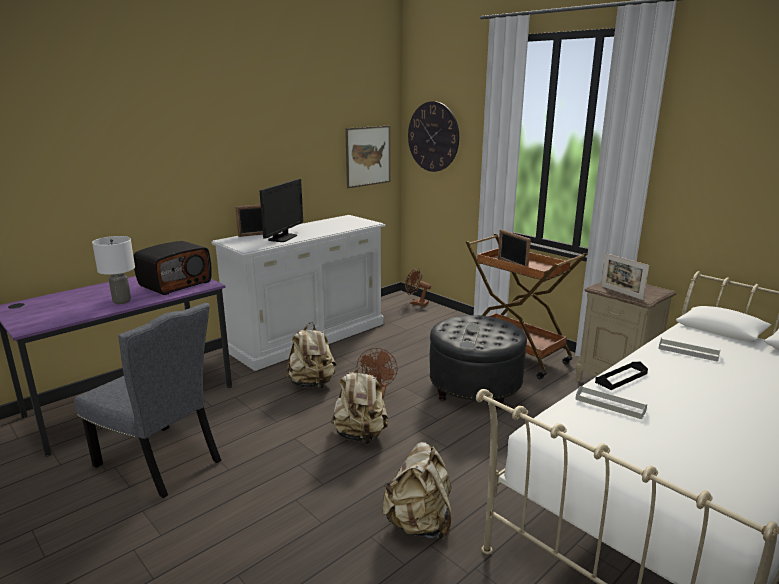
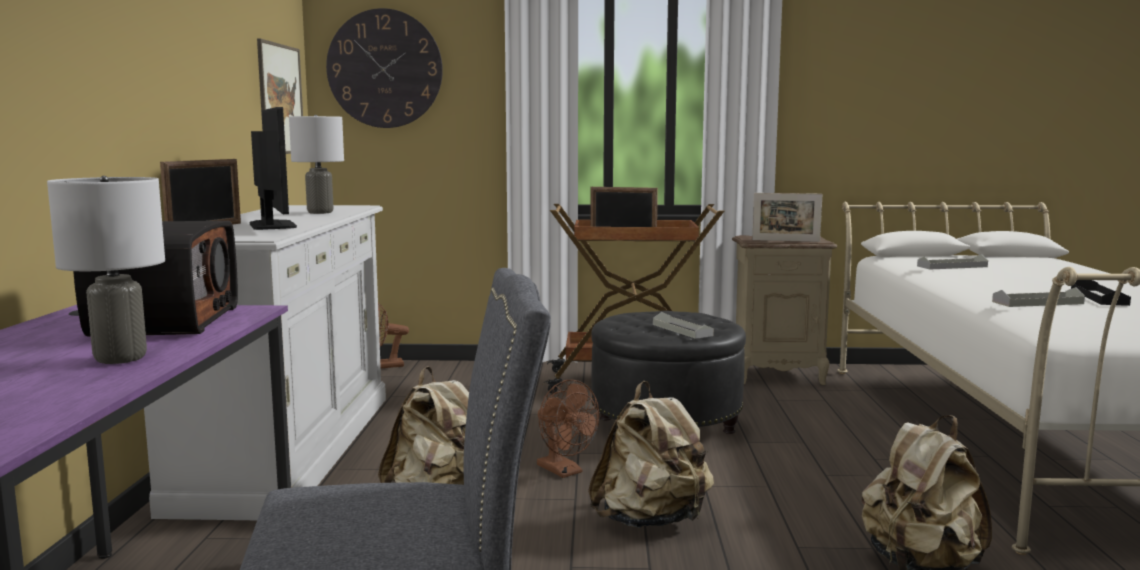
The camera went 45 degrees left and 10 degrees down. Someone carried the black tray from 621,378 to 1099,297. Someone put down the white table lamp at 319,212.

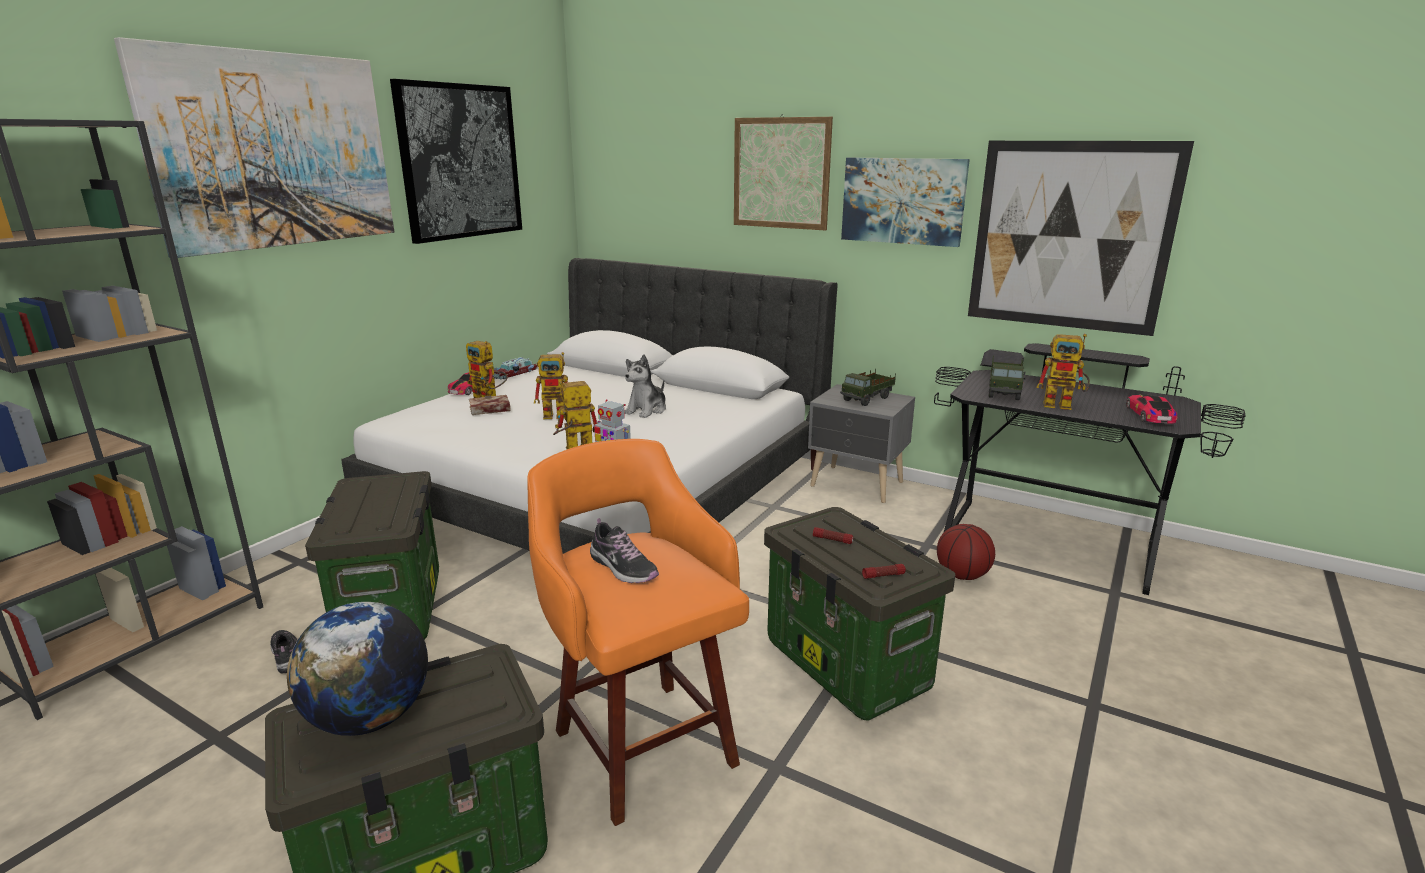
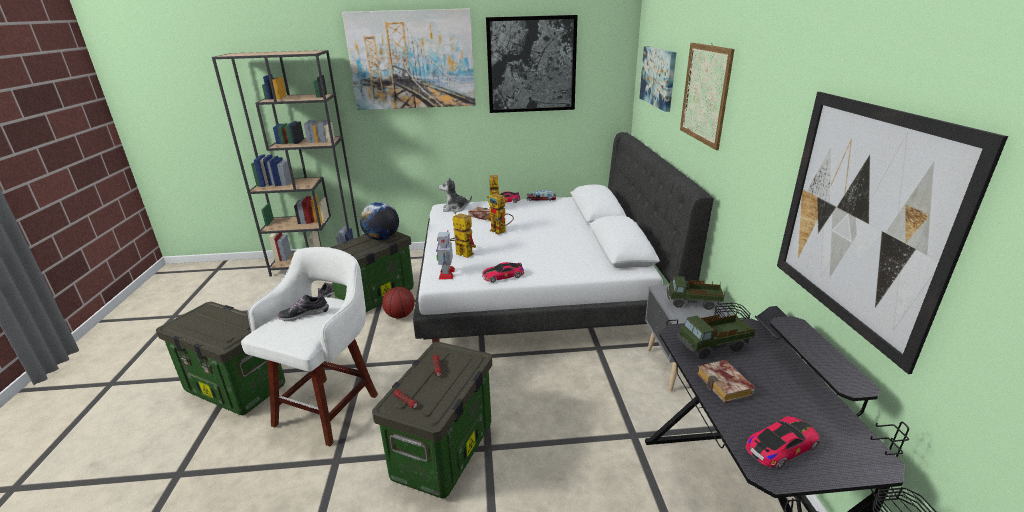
The camera went 55 degrees right and 5 degrees up. Someone carried the globe from 370,718 to 382,238. Someone repainted the orange stool at 642,742, which became the white stool at 330,407. Someone rotated the shoe at 623,568 by 60 degrees clockwise. Someone carried the plush toy from 647,410 to 455,209. Someone carried the picture from 903,201 to 658,77. Someone carried the basketball from 963,575 to 400,315. Someone swapped the toy robot at 1064,405 for the book at 726,386. Someone put down the toy car at 503,276.

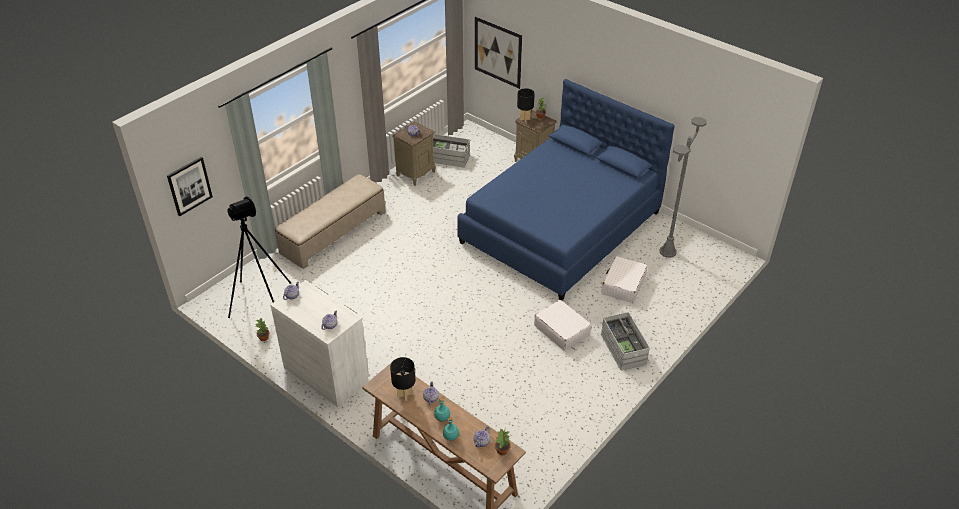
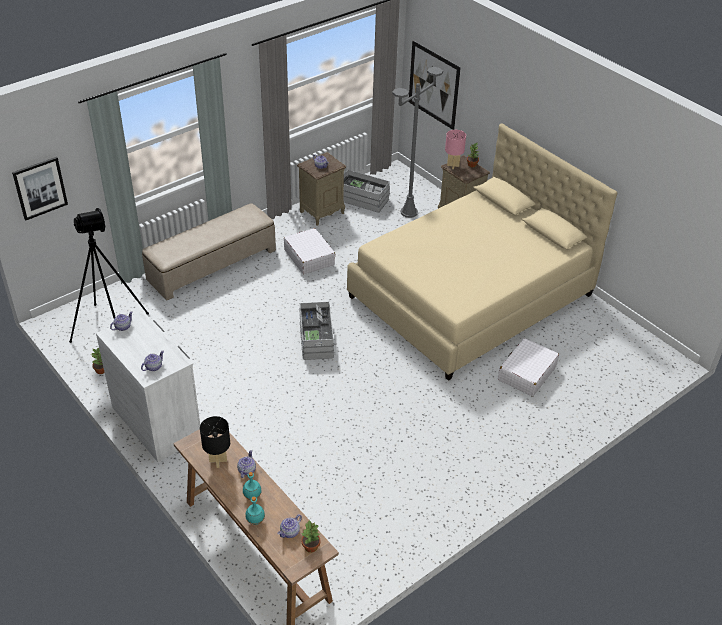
The camera went 10 degrees right and 0 degrees up. Someone repainted the blue bed at 561,227, which became the beige bed at 471,296. Someone repainted the black table lamp at 524,119, which became the pink table lamp at 453,165. Someone carried the white suitcase from 561,330 to 309,257. Someone carried the grey storage box from 622,348 to 315,339. Someone carried the grey floor lamp from 667,252 to 408,212.

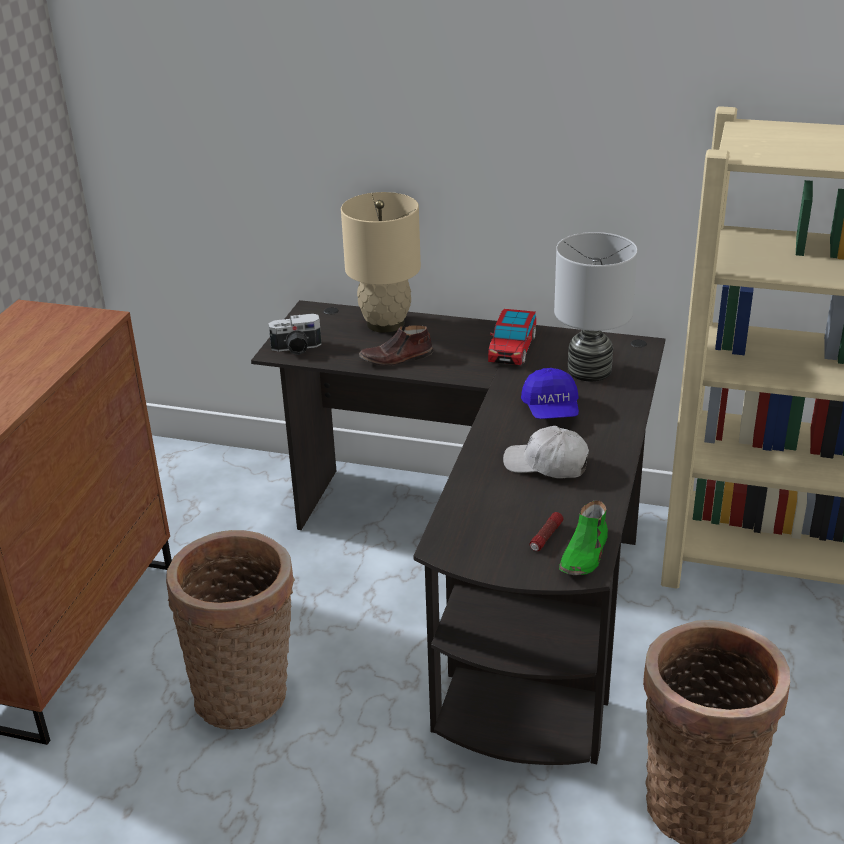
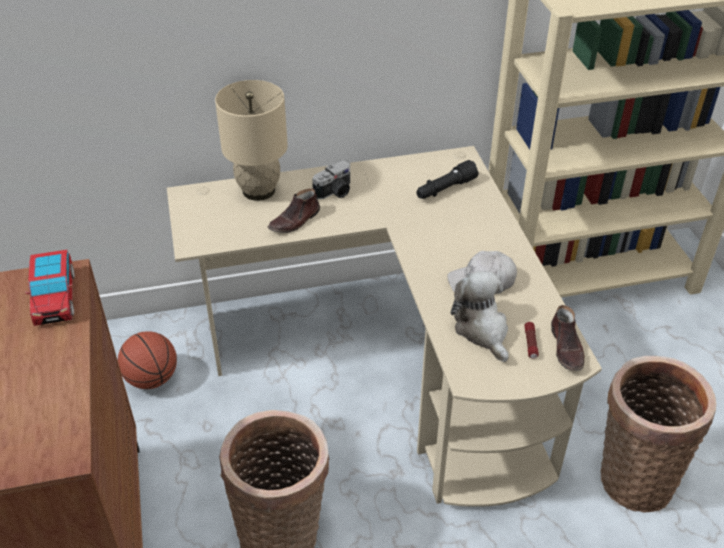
The camera went 30 degrees left and 10 degrees up. Someone repainted the black desk at 491,577, which became the beige desk at 392,362. Someone carried the photo camera from 296,348 to 335,192. Someone carried the toy car from 512,348 to 55,297. Someone took away the blue cap at 551,410. Someone swapped the grey table lamp at 589,370 for the black flashlight at 445,189. Someone repainted the green shoe at 585,554, which became the brown shoe at 567,348. Someone put down the basketball at 151,379. Someone put down the plush toy at 482,330.

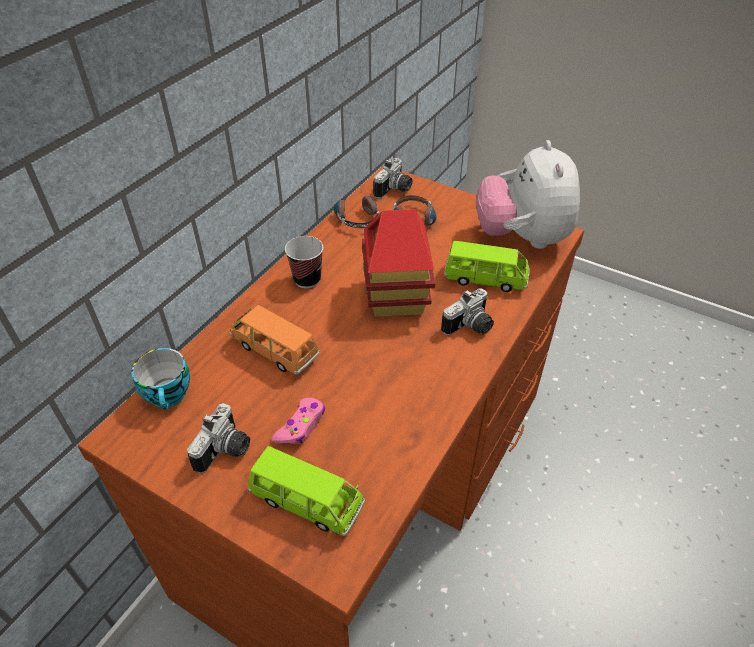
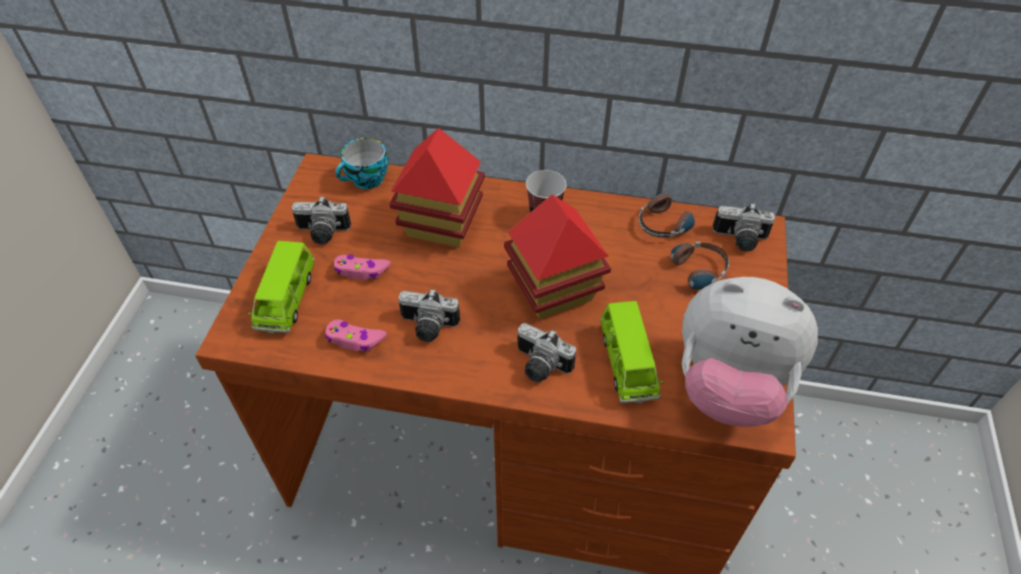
The camera went 70 degrees right and 5 degrees up. Someone swapped the orange toy car at 275,350 for the toy house at 441,225. Someone rotated the plush toy at 522,238 by 135 degrees counterclockwise. Someone put down the pink game controller at 355,340. Someone put down the photo camera at 427,327.

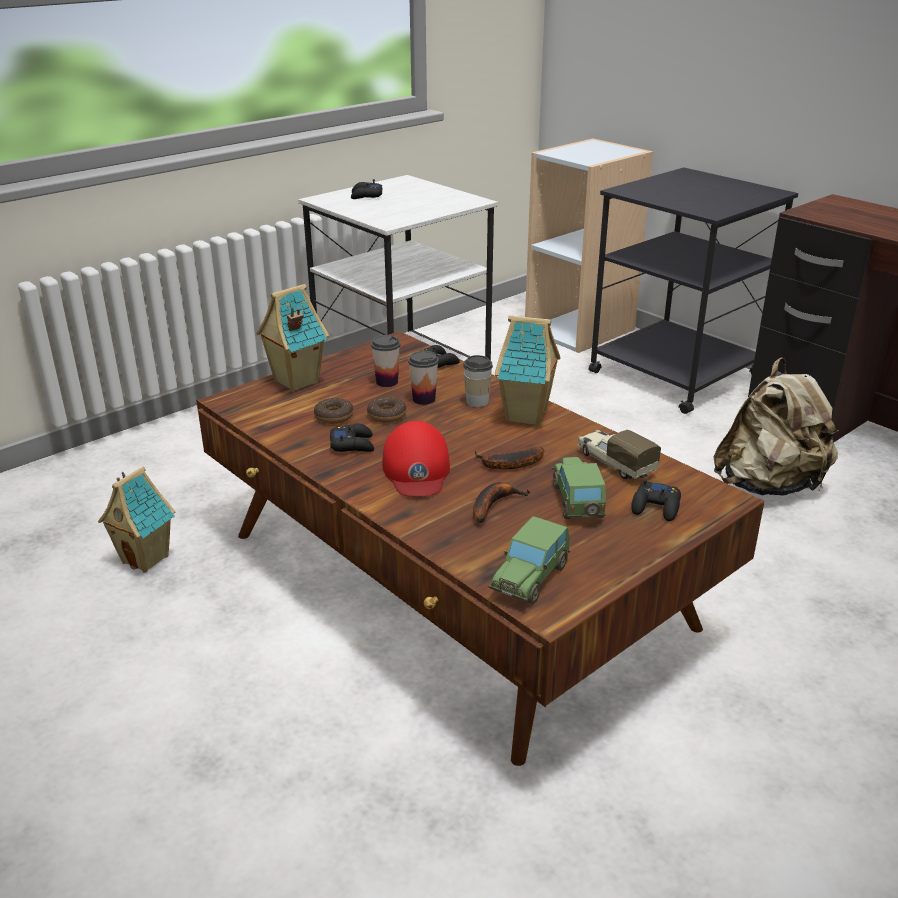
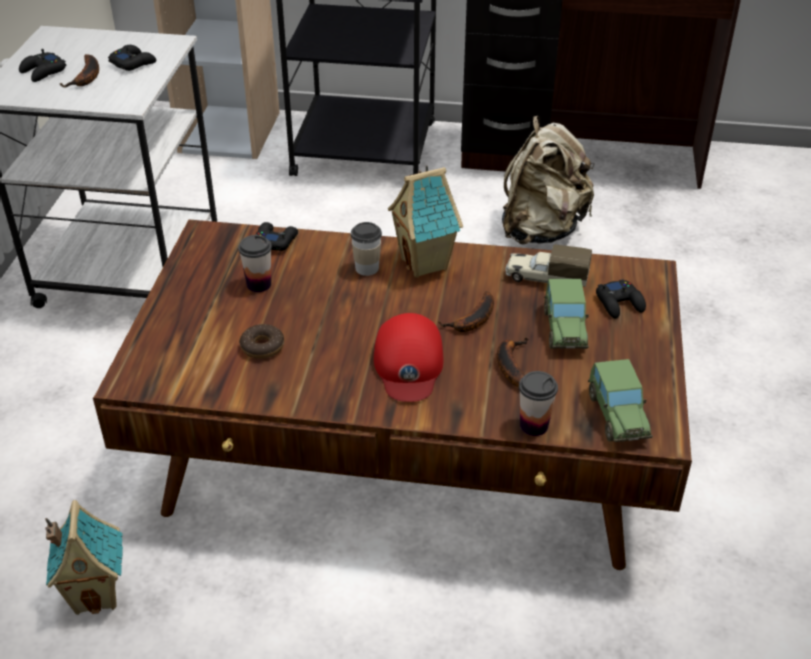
The camera went 40 degrees left and 10 degrees up. Someone took away the toy house at 295,382. Someone carried the black game controller from 352,444 to 133,63. Someone took away the donut at 387,415. Someone rotated the red cap at 416,469 by 45 degrees clockwise. Someone carried the cup from 424,399 to 534,425. Someone rotated the toy car at 577,502 by 135 degrees counterclockwise. Someone put down the banana at 87,77.

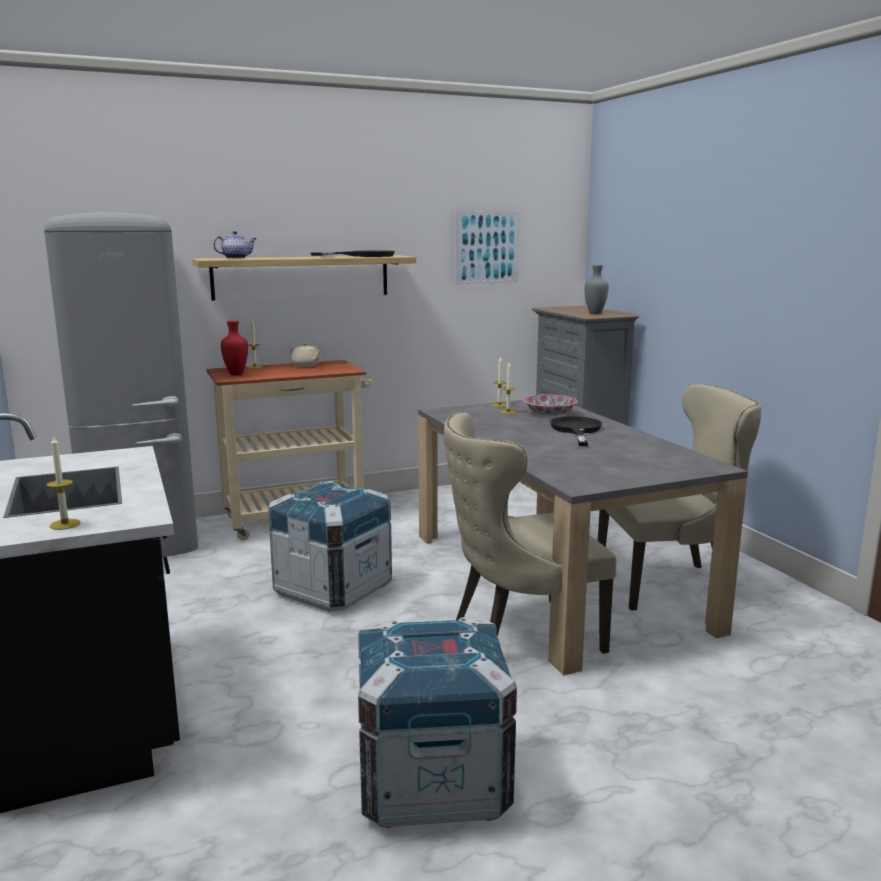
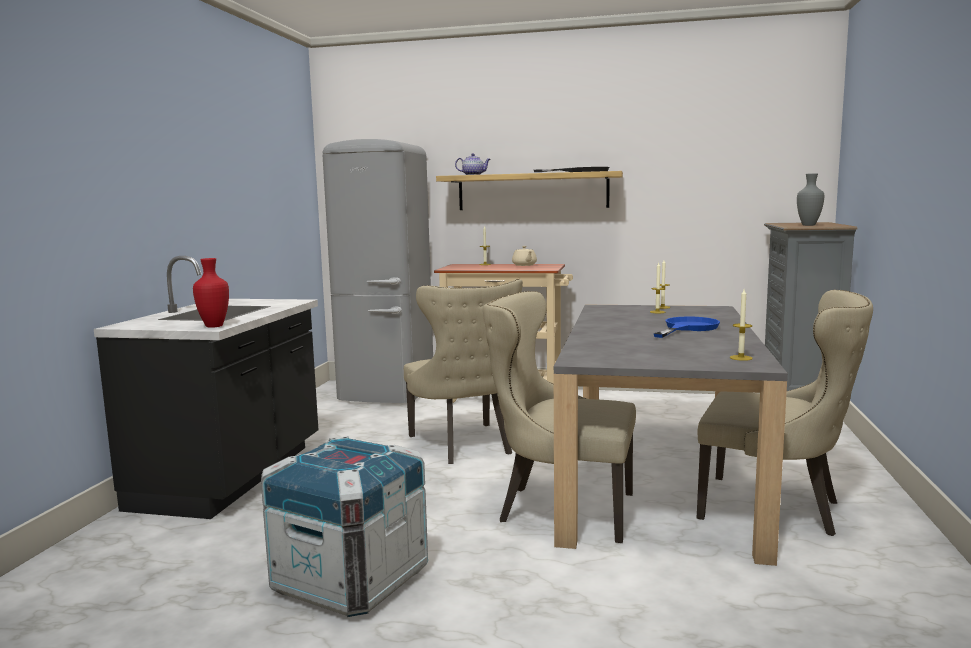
The camera went 35 degrees right and 5 degrees down. Someone carried the candle from 65,524 to 741,358. Someone carried the red vase from 235,374 to 214,326. Someone swapped the crate at 333,589 for the beige chair at 465,445. Someone took away the picture at 487,247. Someone took away the bowl at 550,414. Someone repainted the black frying pan at 576,430, which became the blue frying pan at 687,328.

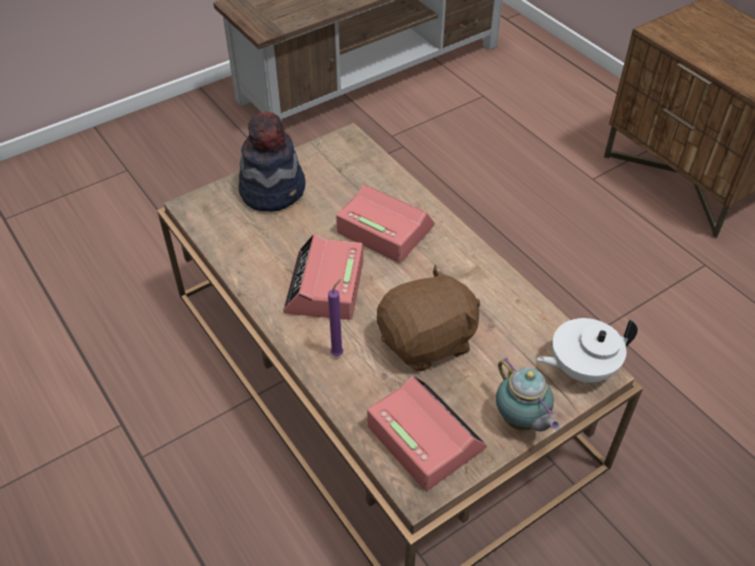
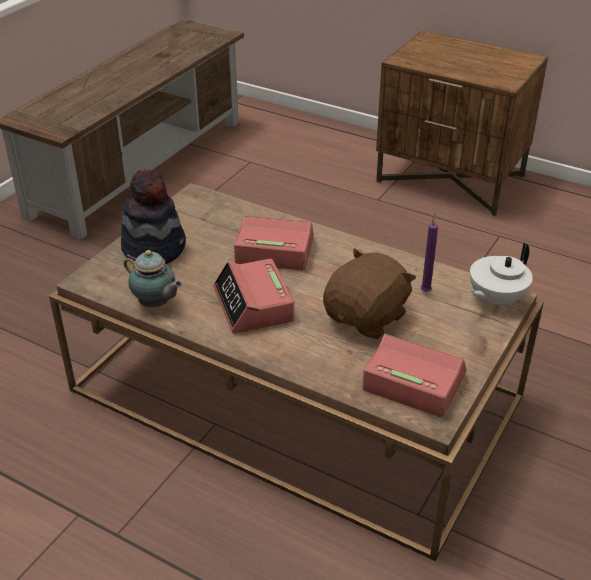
The camera went 25 degrees left and 10 degrees down. Someone carried the purple candle from 338,353 to 426,290. Someone carried the teapot from 521,421 to 156,304.

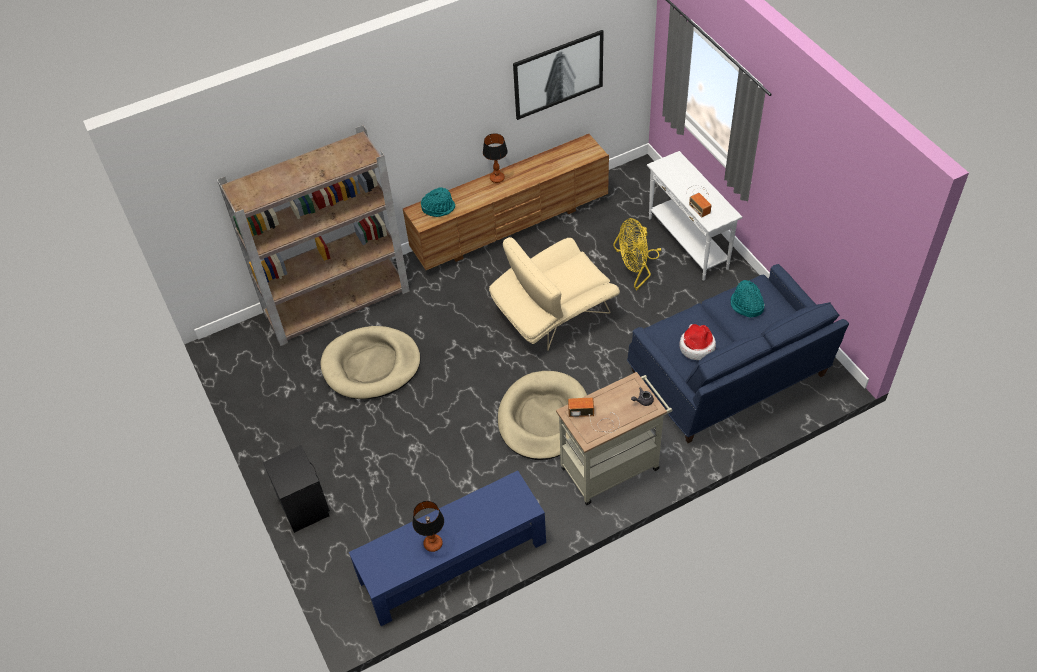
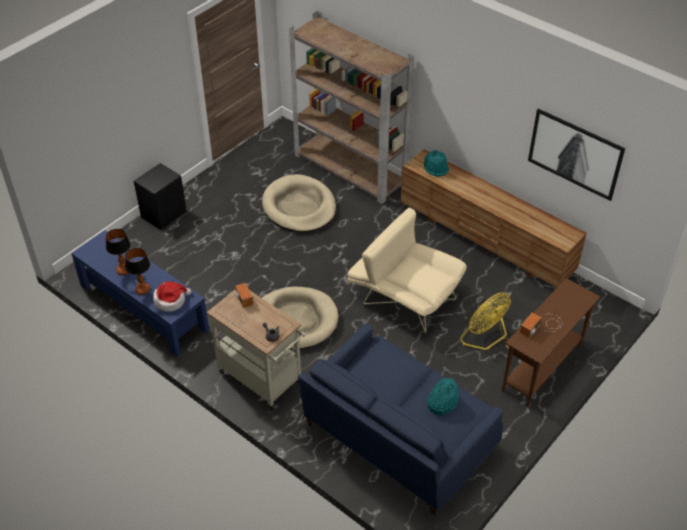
The camera went 65 degrees right and 5 degrees down. Someone carried the table lamp from 496,178 to 142,289. Someone repainted the white console table at 689,243, which became the brown console table at 542,368. Someone carried the hat from 696,346 to 170,300.

